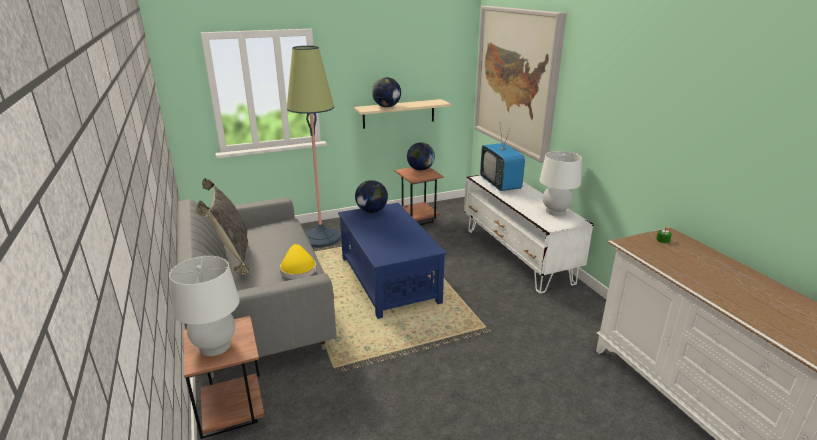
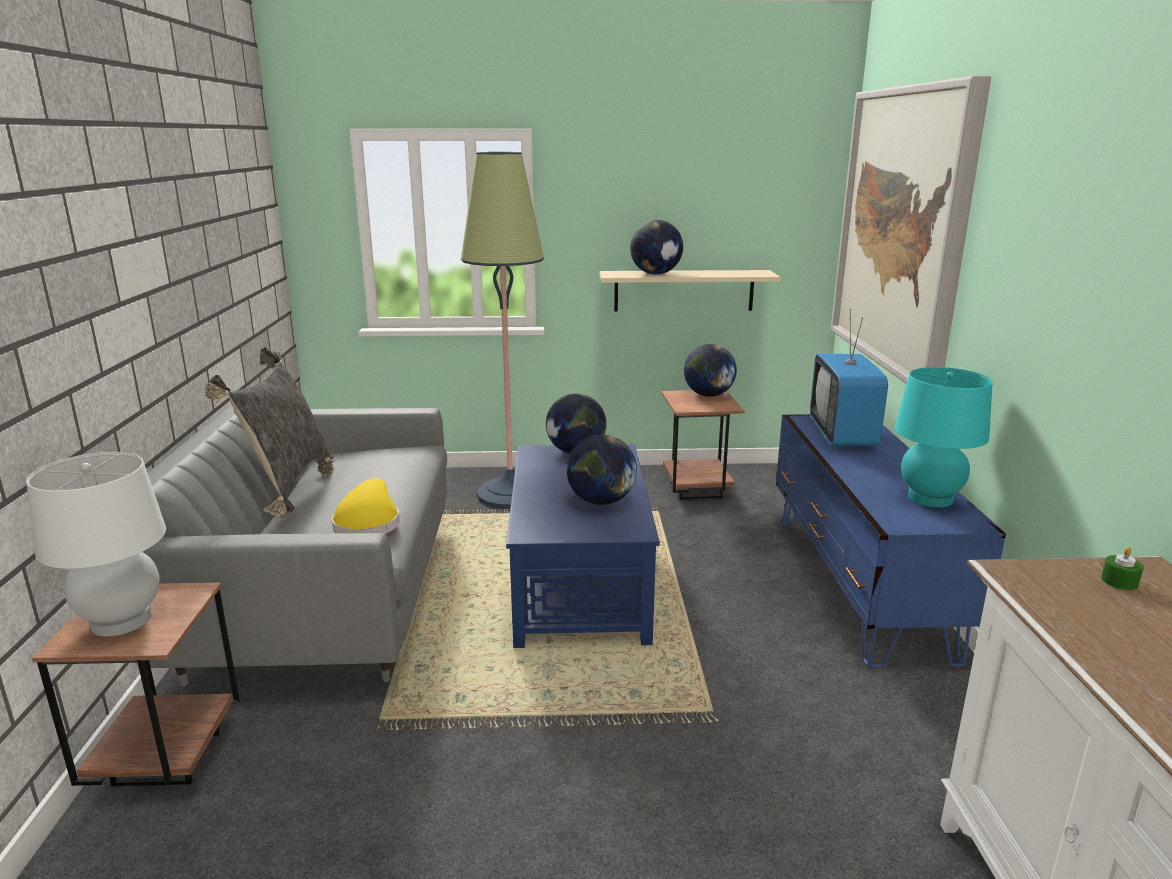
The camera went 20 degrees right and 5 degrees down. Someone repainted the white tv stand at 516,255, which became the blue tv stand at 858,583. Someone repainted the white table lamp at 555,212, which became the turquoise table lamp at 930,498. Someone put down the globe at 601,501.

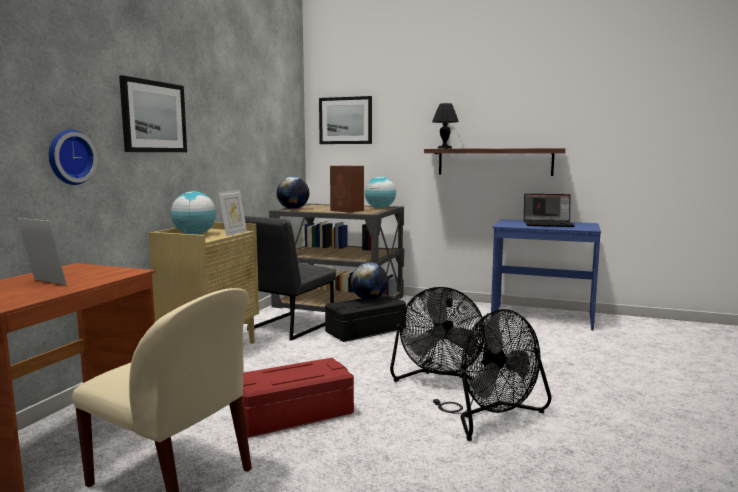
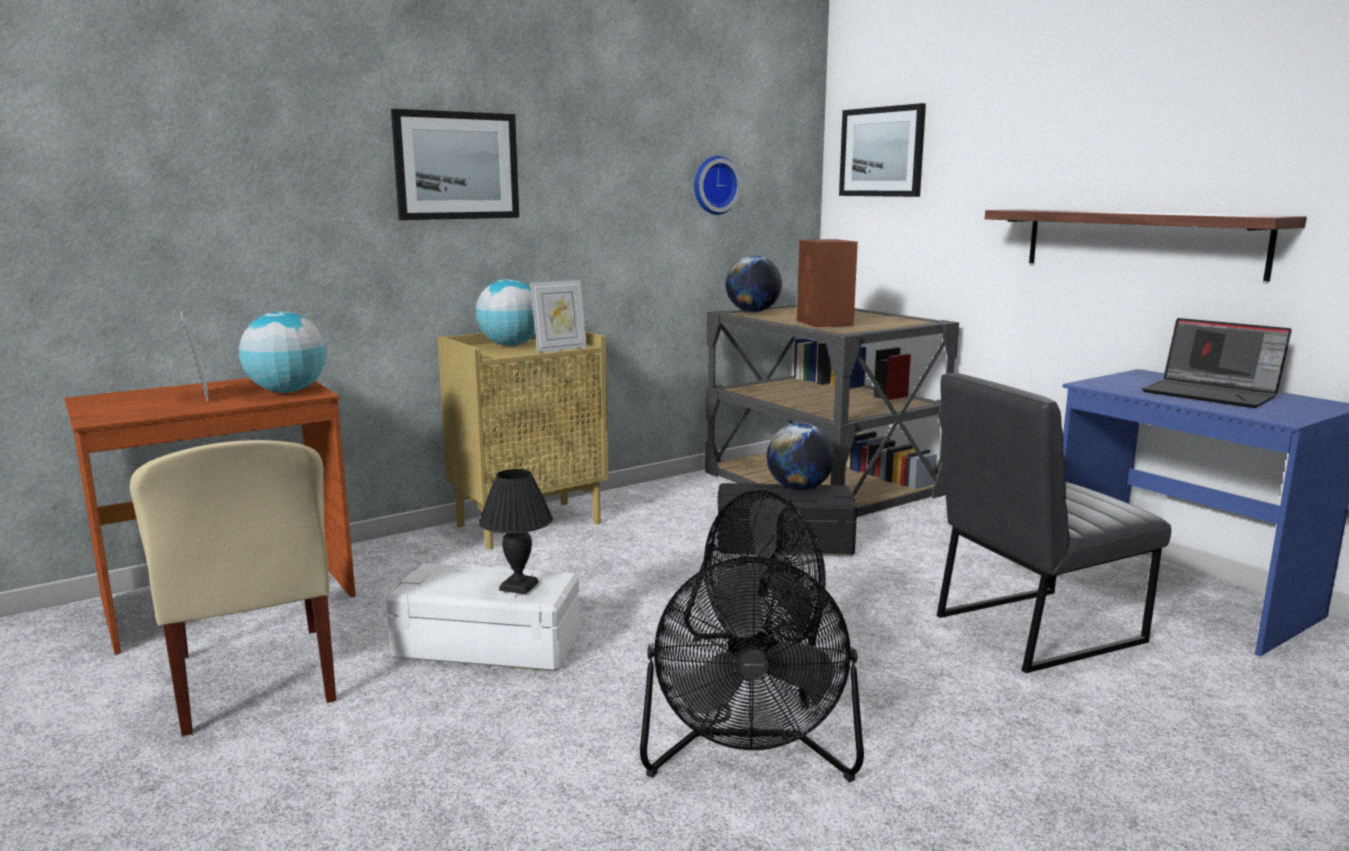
The camera went 35 degrees right and 5 degrees up. Someone carried the wall clock from 69,157 to 714,185. Someone repainted the red storage box at 294,414, which became the white storage box at 489,645. Someone carried the grey chair from 289,326 to 1033,629. Someone carried the globe from 380,208 to 287,392. Someone carried the black table lamp from 445,148 to 519,587.

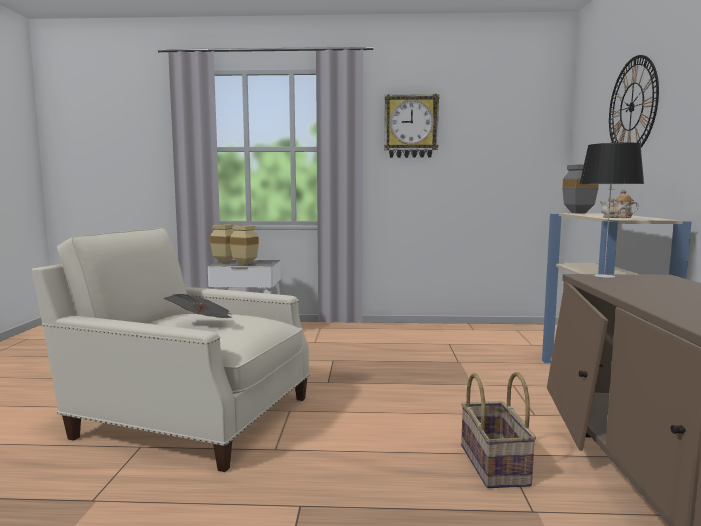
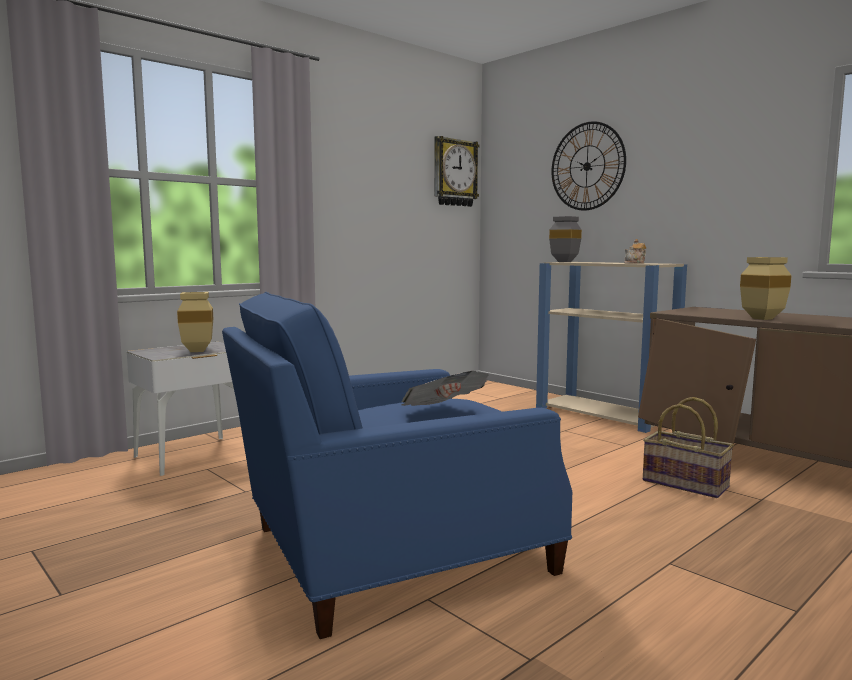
The camera went 45 degrees left and 0 degrees up. Someone repainted the beige armchair at 191,415, which became the blue armchair at 390,551. Someone carried the beige vase from 224,262 to 765,319. Someone carried the wall clock from 411,126 to 454,173. Someone took away the table lamp at 603,276.

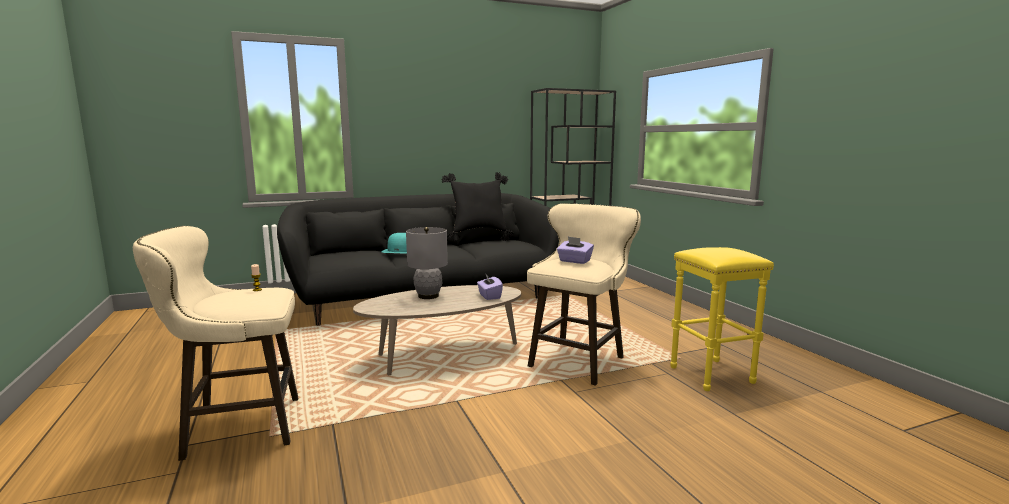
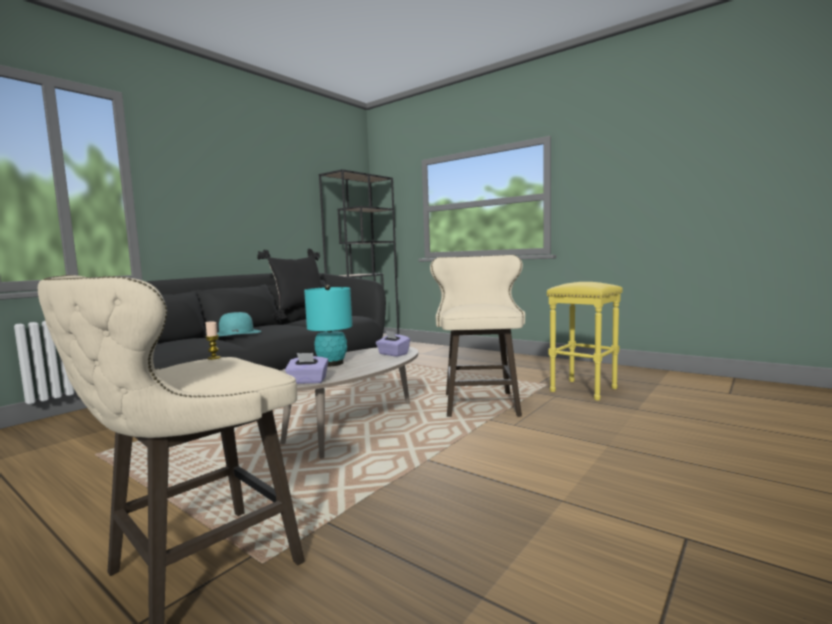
The camera went 30 degrees left and 5 degrees down. Someone repainted the grey table lamp at 428,296, which became the turquoise table lamp at 331,363. Someone carried the purple tissue box from 574,261 to 308,381.

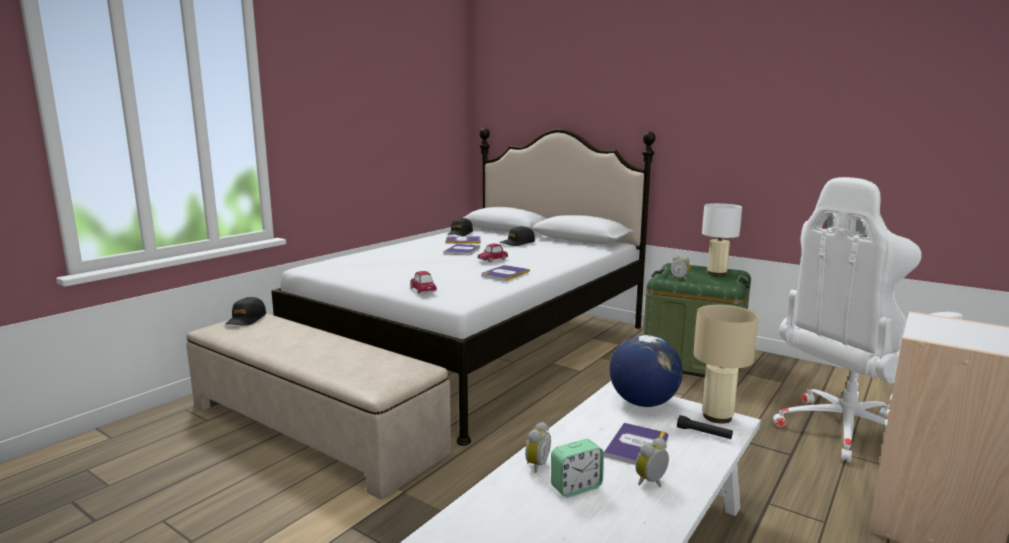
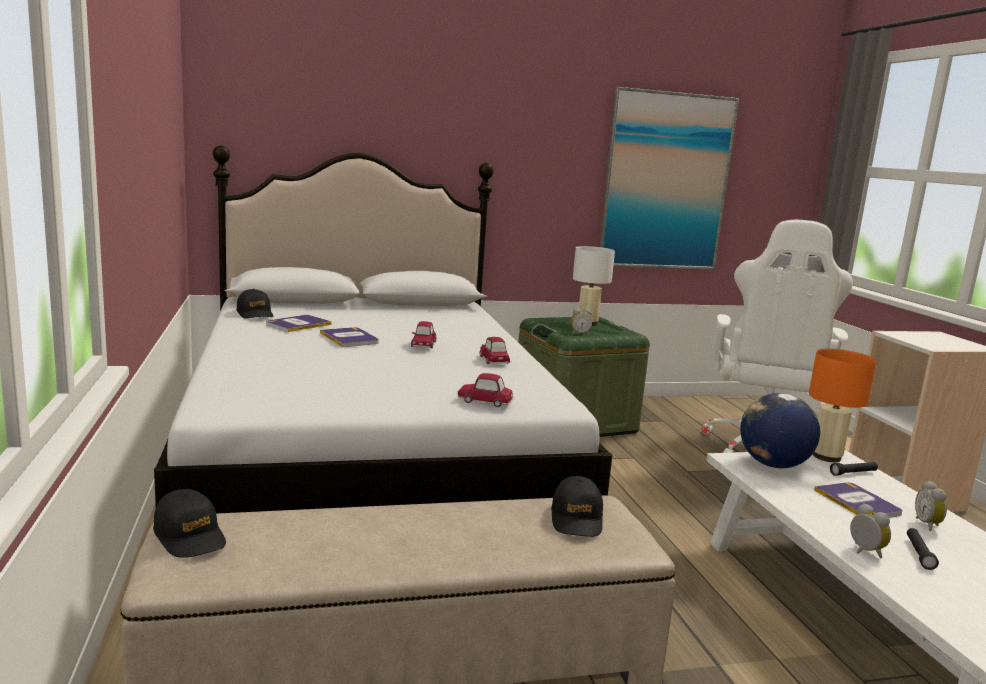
The camera went 50 degrees left and 0 degrees up. Someone swapped the book at 505,274 for the toy car at 493,360. Someone carried the black cap from 517,243 to 577,519. Someone swapped the alarm clock at 576,487 for the black flashlight at 919,554. Someone repainted the beige table lamp at 717,417, which became the orange table lamp at 827,457. Someone put up the picture at 666,182.

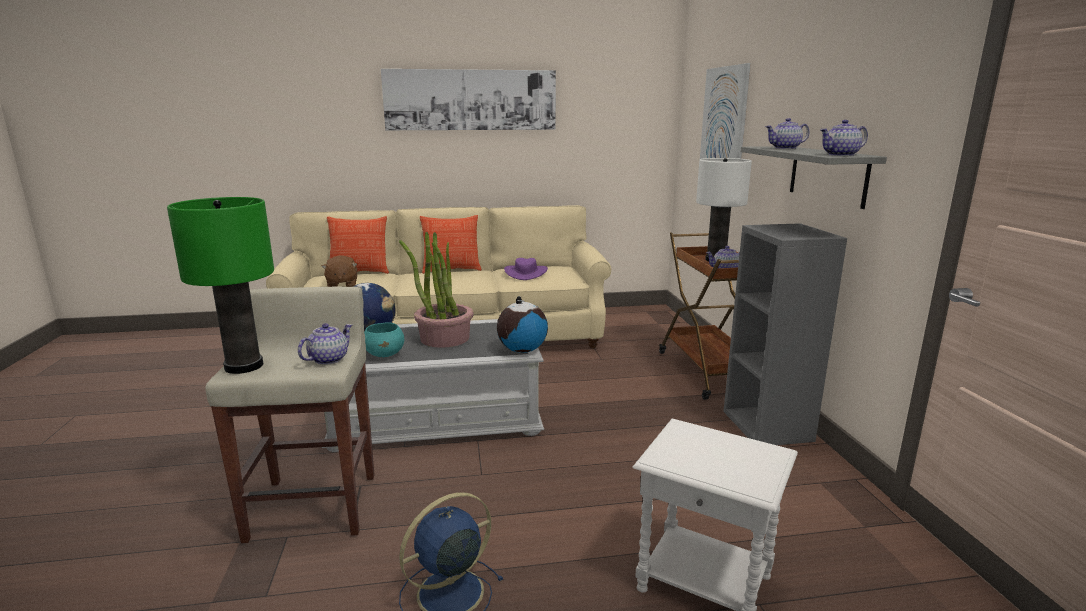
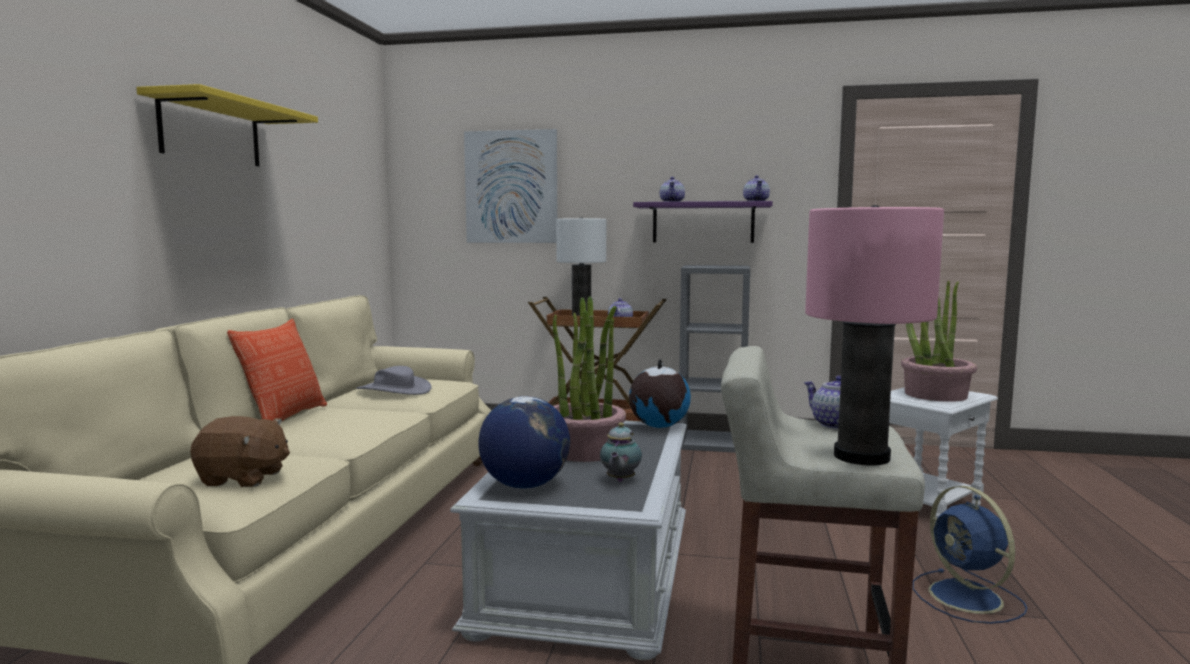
The camera went 70 degrees left and 10 degrees down. Someone repainted the green table lamp at 243,366, which became the pink table lamp at 861,457. Someone took away the orange pillow at 360,272. Someone swapped the turquoise bowl at 385,354 for the teapot at 619,480. Someone swapped the picture at 471,100 for the yellow shelf at 211,132. Someone repainted the purple hat at 526,273, which became the grey hat at 394,390. Someone repainted the grey shelf at 827,175, which became the purple shelf at 703,222. Someone put down the potted plant at 935,394.

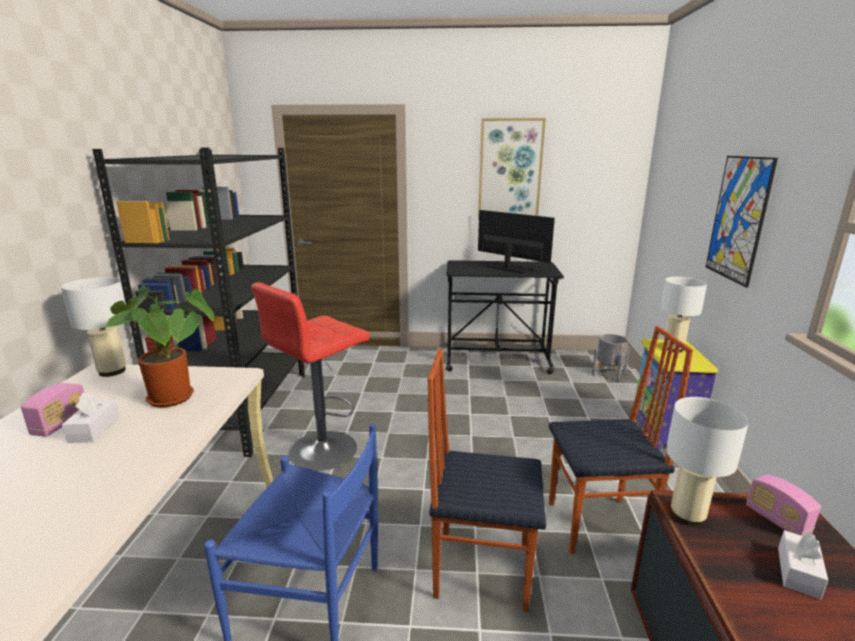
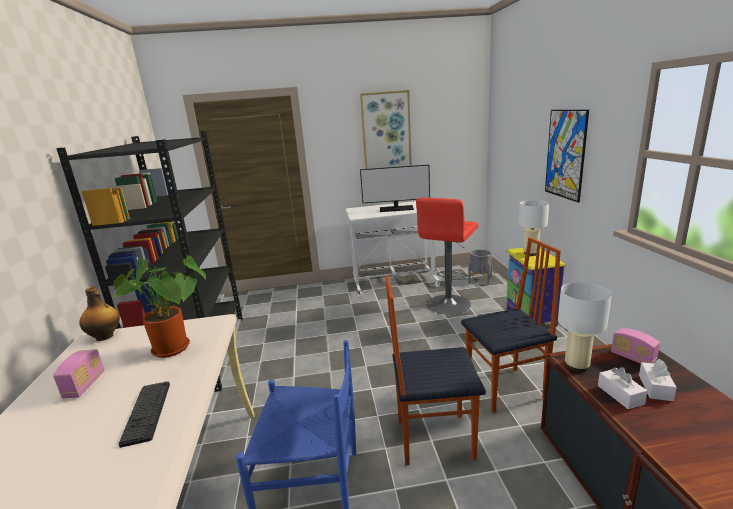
The camera went 10 degrees left and 0 degrees up. Someone swapped the white table lamp at 112,372 for the bottle at 105,337. Someone carried the white tissue box from 94,429 to 620,395. Someone carried the red stool from 322,450 to 447,304. Someone repainted the black desk at 497,360, which became the white desk at 394,282. Someone rotated the monitor at 509,268 by 150 degrees clockwise. Someone put down the keyboard at 147,412.

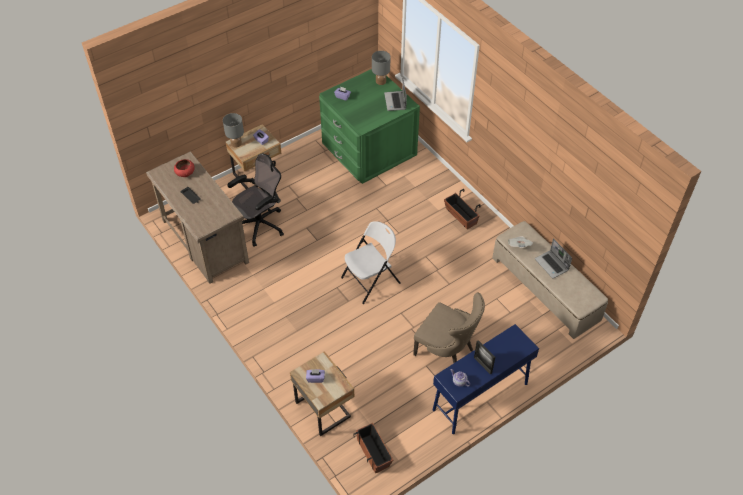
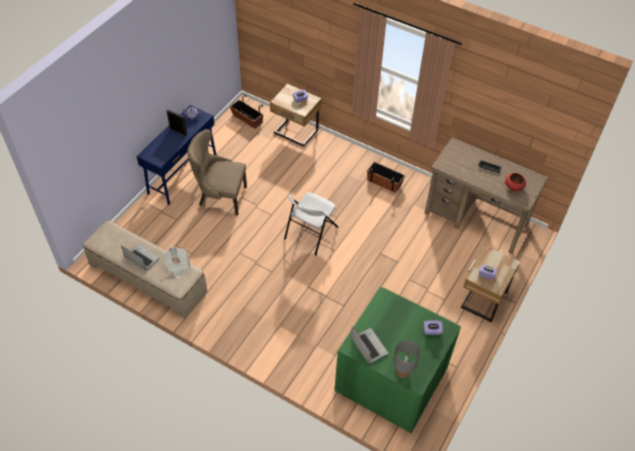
The camera went 155 degrees right and 0 degrees up. Someone took away the grey table lamp at 236,143. Someone took away the office chair at 260,225. Someone carried the planter from 460,216 to 384,182.

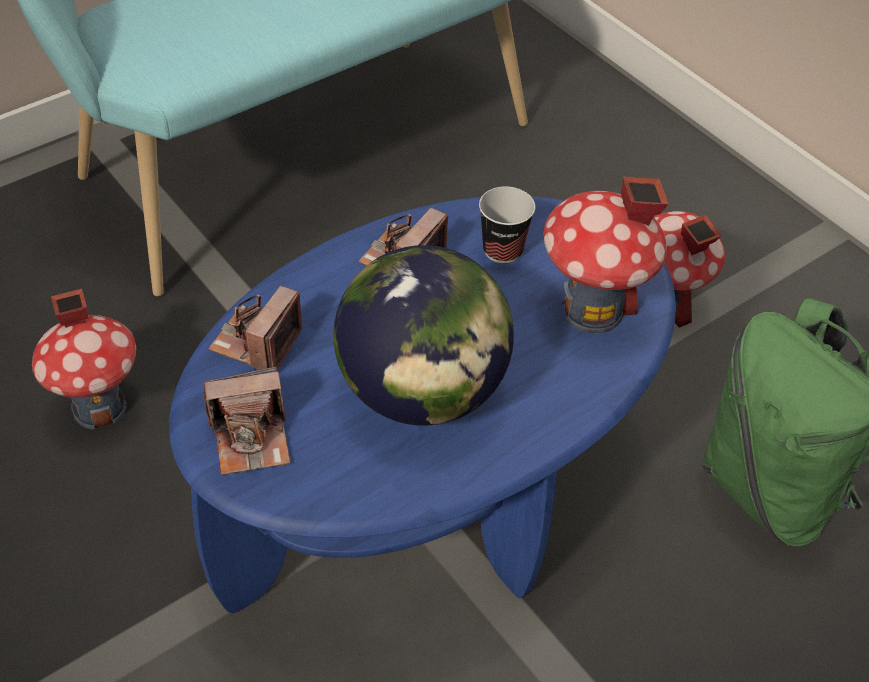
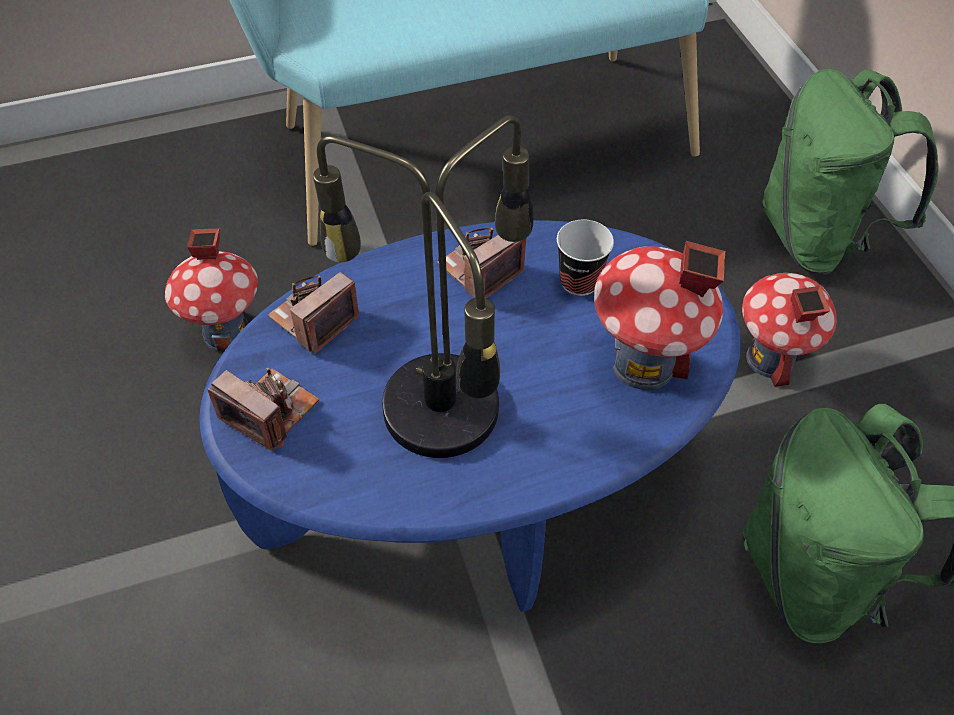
The camera went 20 degrees right and 5 degrees up. Someone rotated the photo camera at 251,439 by 150 degrees counterclockwise. Someone swapped the globe at 422,393 for the table lamp at 443,407. Someone put down the green backpack at 816,238.

